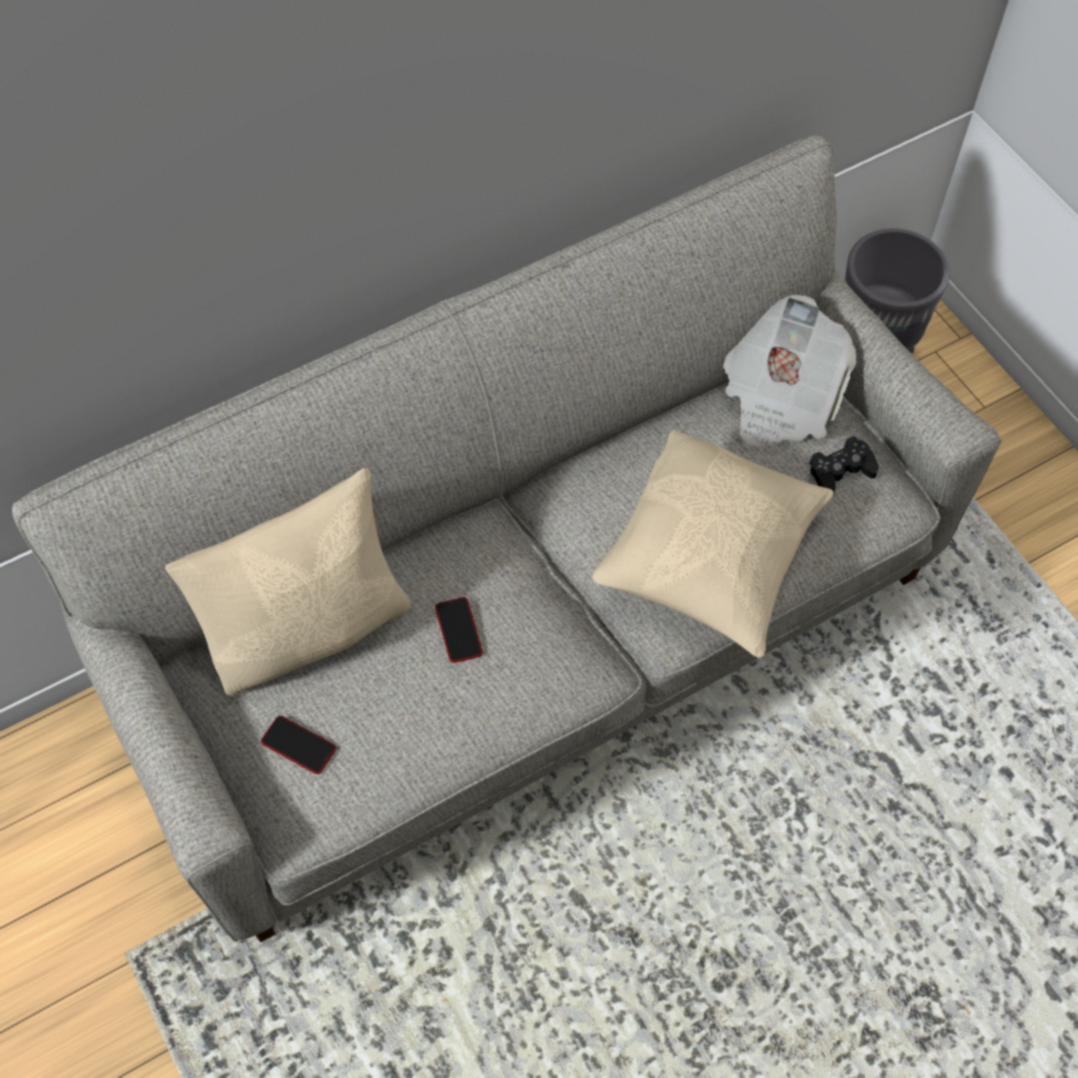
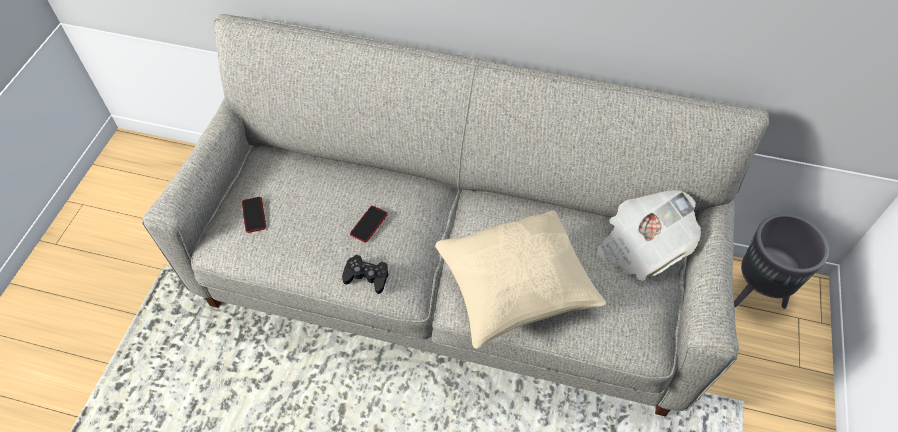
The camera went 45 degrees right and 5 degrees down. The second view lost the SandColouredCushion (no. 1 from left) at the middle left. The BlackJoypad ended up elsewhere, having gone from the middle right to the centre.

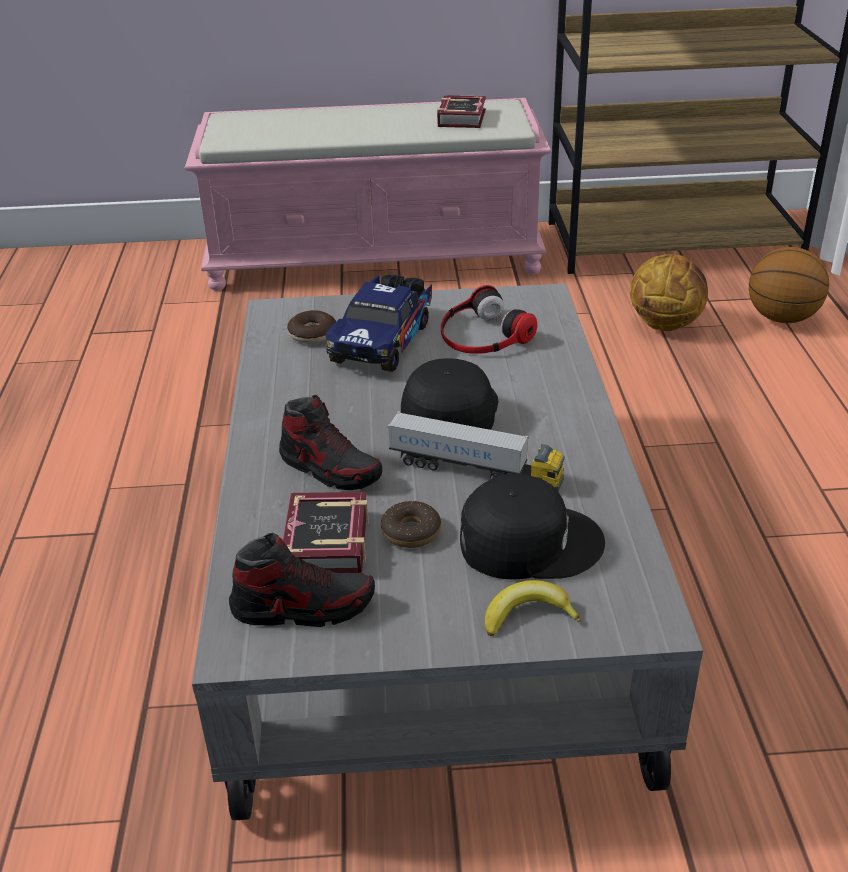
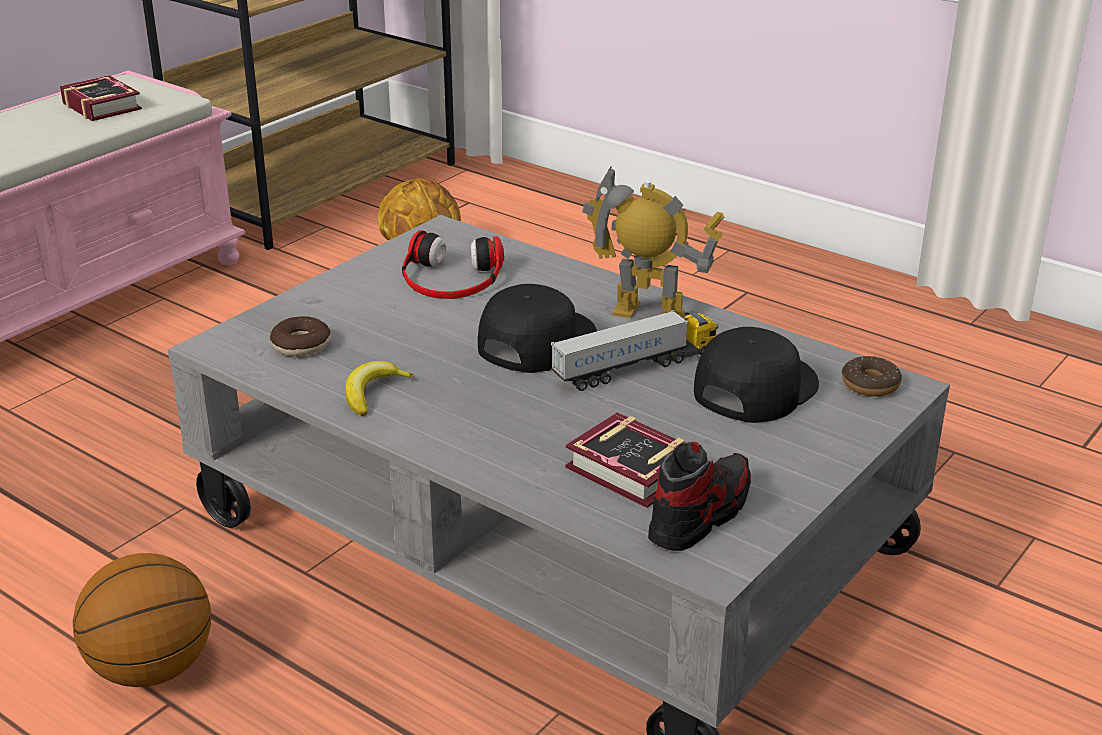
The camera went 50 degrees left and 5 degrees down. The second view lost the Shoe (no. 2 from left) at the centre. The second view lost the ToyTruck (no. 1 from left) at the centre. The second view gained the RobotFigure at the top centre. The Doughnut (no. 2 from left) ended up elsewhere, having gone from the centre to the middle right. The WholeBanana ended up elsewhere, having gone from the bottom centre to the centre. The BallForBasketball (no. 2 from left in the first image) ended up elsewhere, having gone from the top right to the bottom left. The BlackPeakedCap (no. 1 from left) at the centre ended up facing another way, 75 degrees clockwise from before.

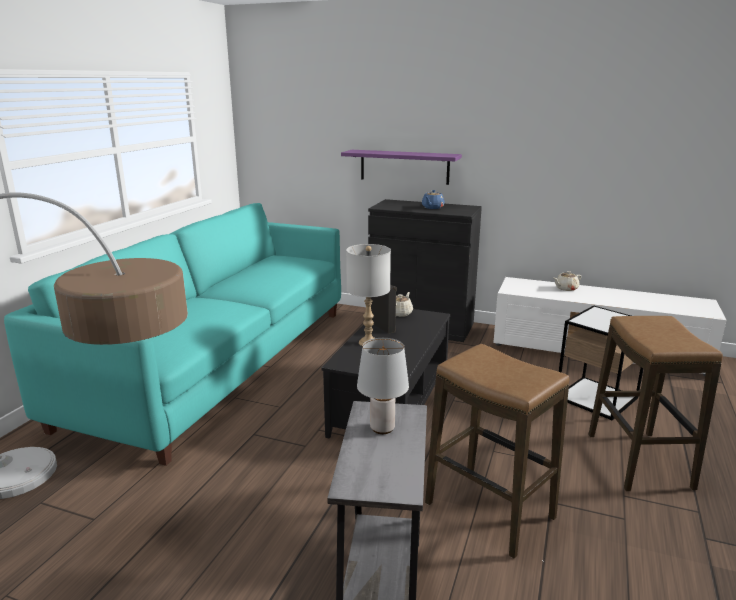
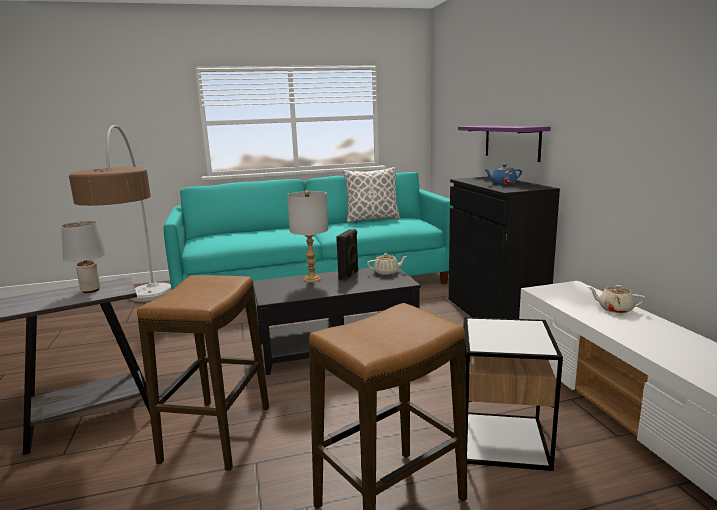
The camera went 55 degrees right and 5 degrees down. The second view gained the Cushion at the centre.

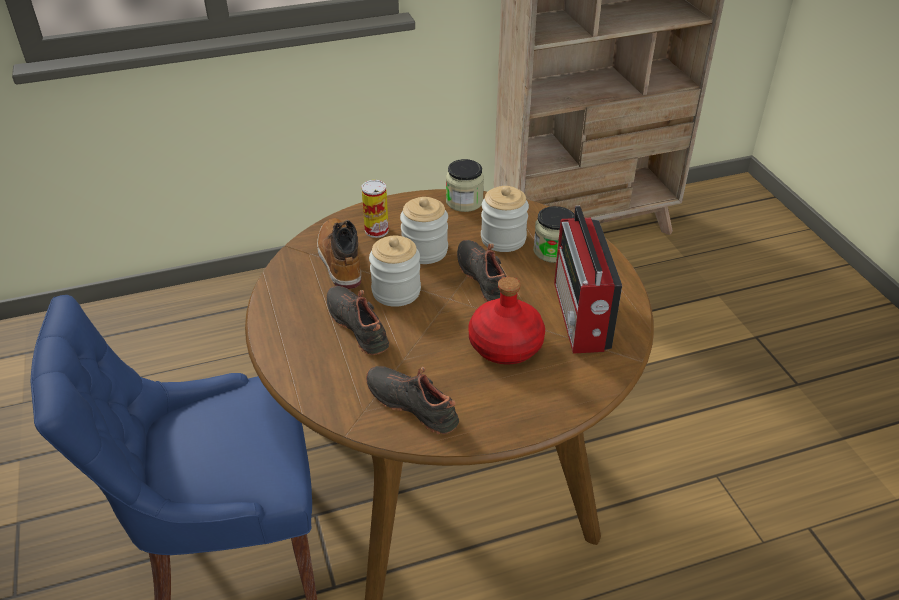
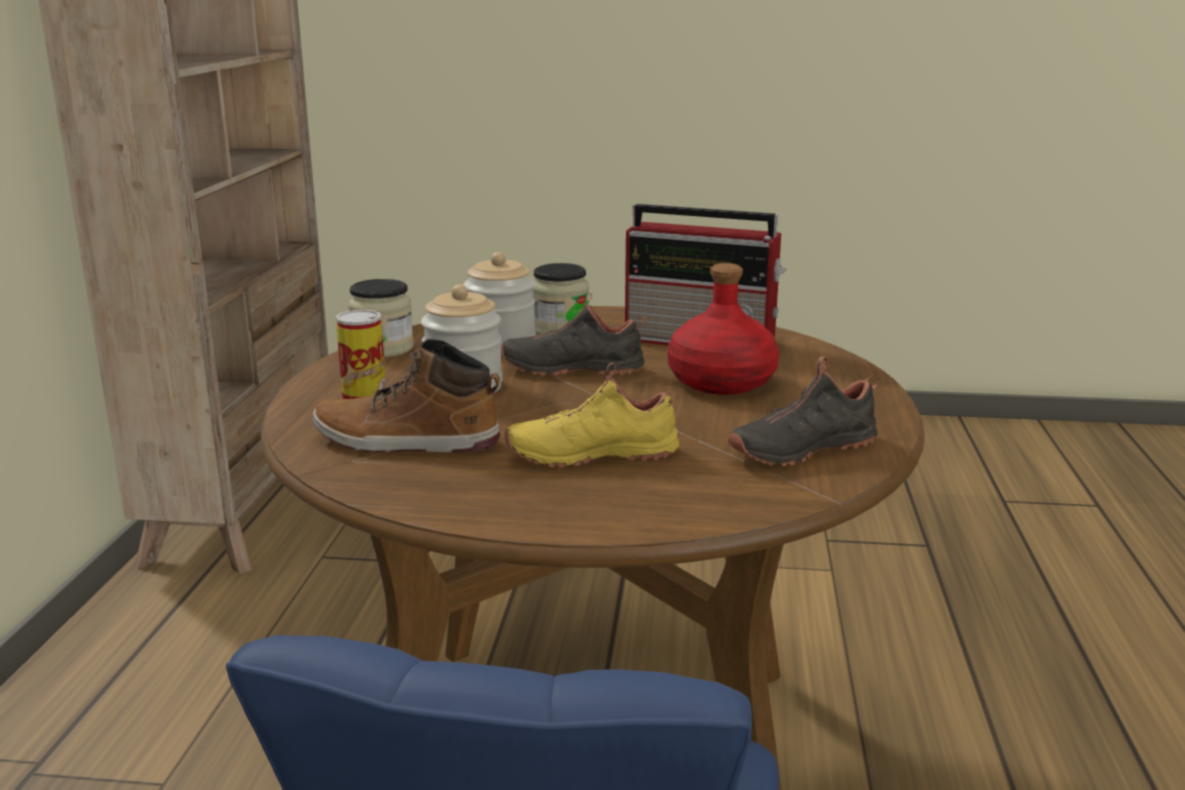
The camera went 65 degrees left and 20 degrees down. The second view lost the StorageJar (no. 1 from left) at the centre. What was the BlackShoe (no. 1 from left) at the centre turned into the YellowishShoe at the centre.

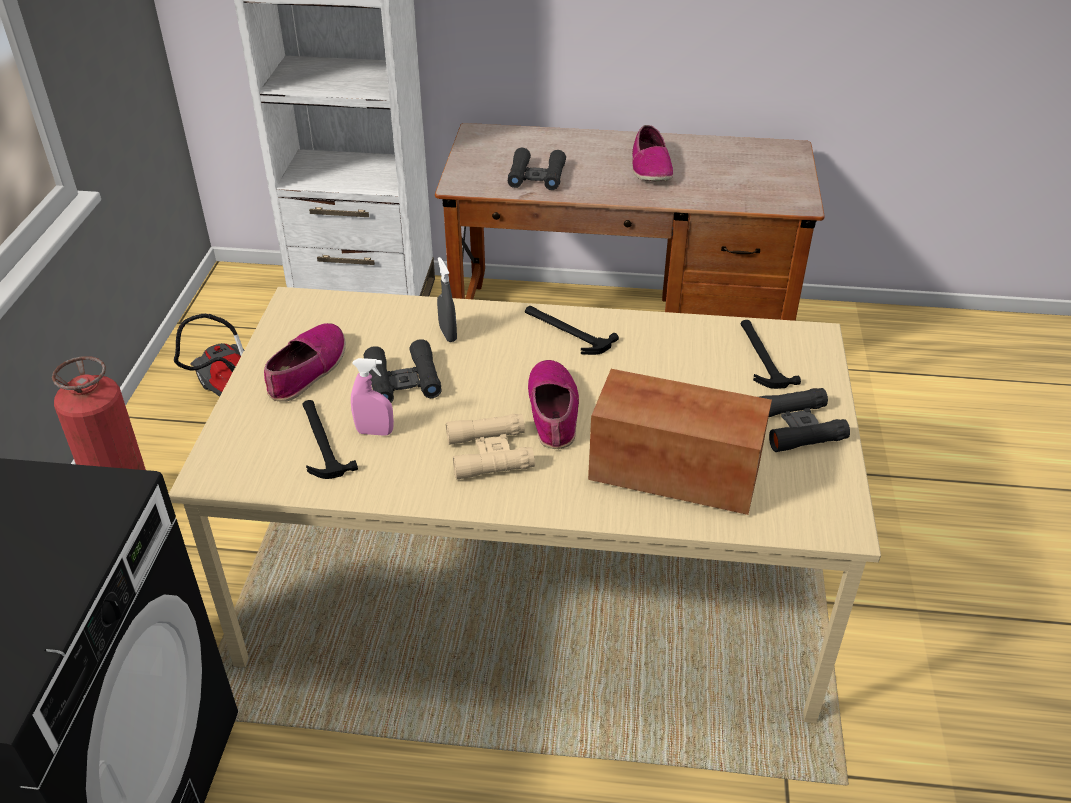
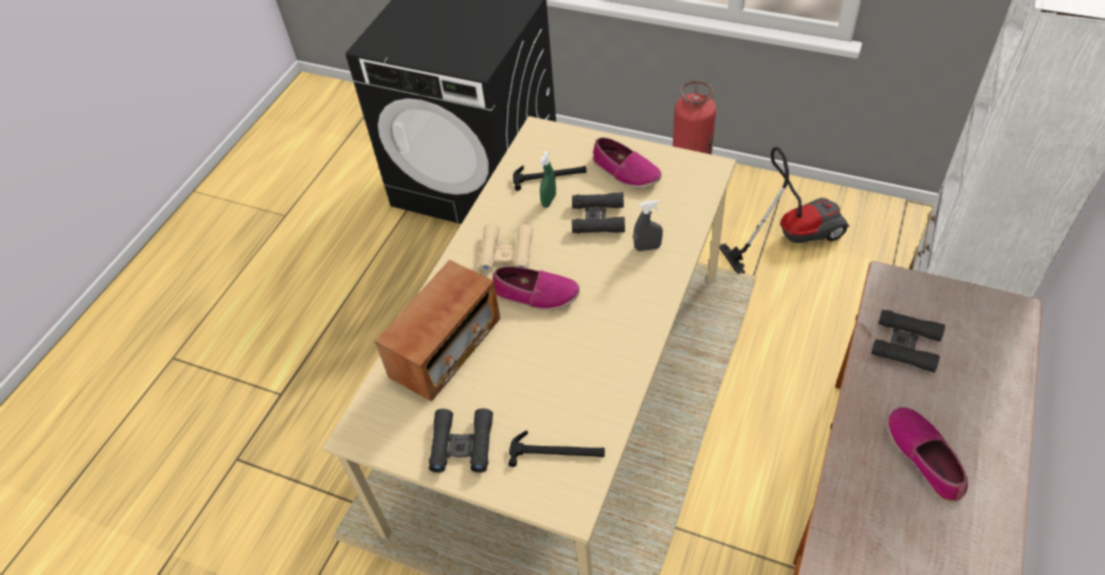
The camera went 110 degrees right and 10 degrees up. The second view lost the HandHammer (no. 2 from left) at the centre. What was the PinkSprayer at the centre turned into the GreenSprayer at the top centre. The Shoe (no. 3 from left) at the top centre ended up facing another way, 60 degrees clockwise from before.

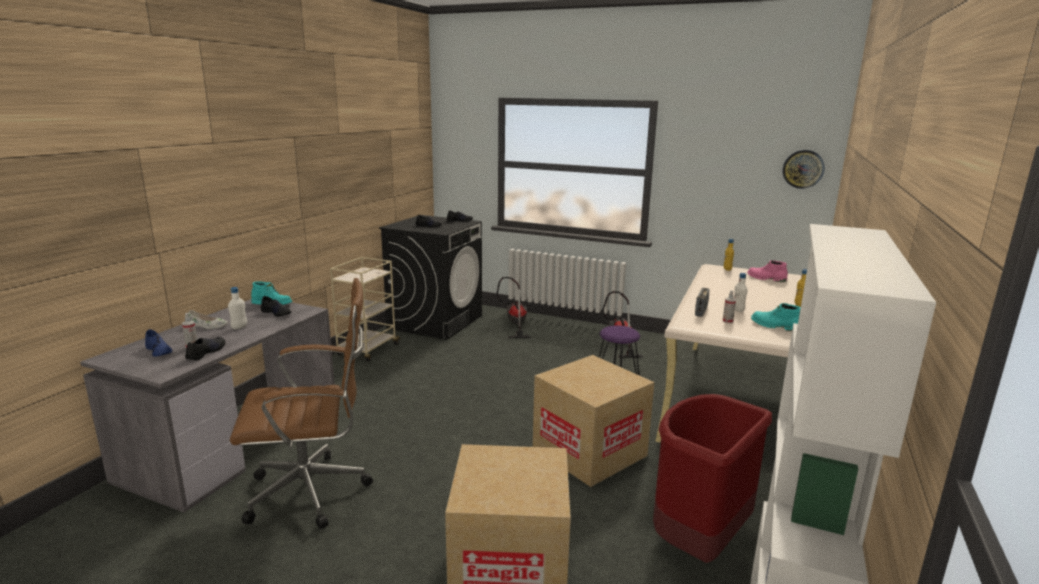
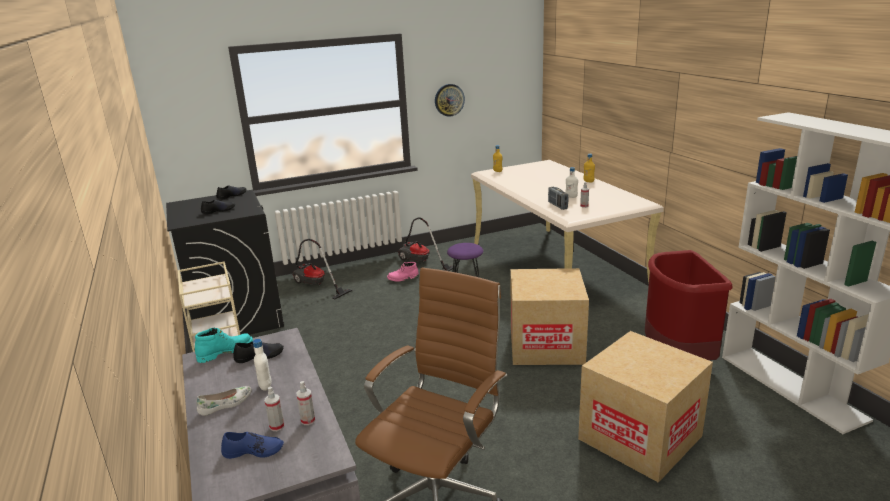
The camera went 45 degrees left and 5 degrees up. The second view lost the TurquoiseHighTopBoot (no. 2 from left) at the middle right. The PinkHighTopBoot ended up elsewhere, having gone from the middle right to the centre. The HangingClock ended up elsewhere, having gone from the top right to the top centre. Where the BlackShoe (no. 1 from left) stood at the middle left, the Sprayer (no. 2 from left) came to stand at the bottom centre.

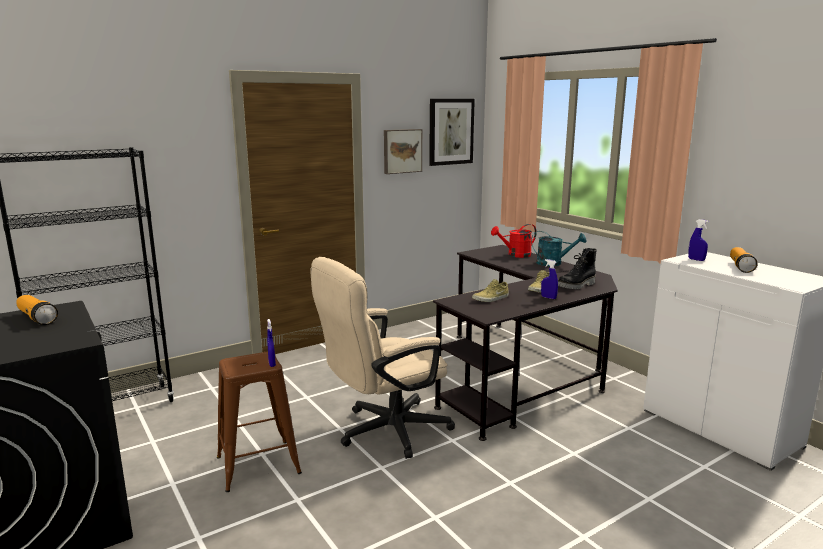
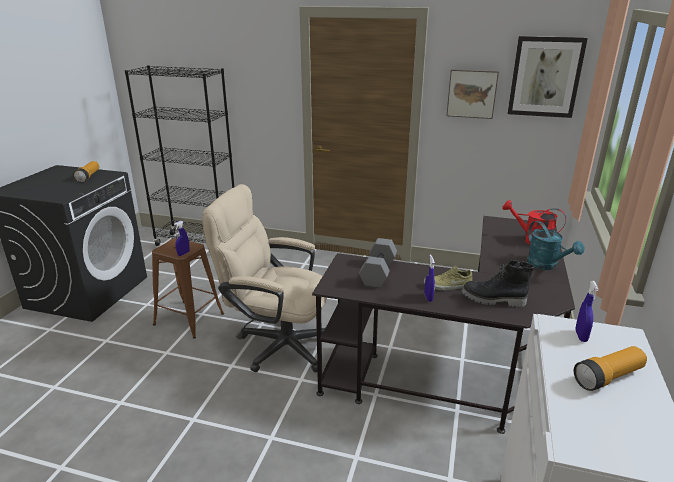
The camera went 50 degrees right and 10 degrees up. Where the SandColouredShoe (no. 1 from left) stood at the centre, the GrayDumbbell came to stand at the centre.

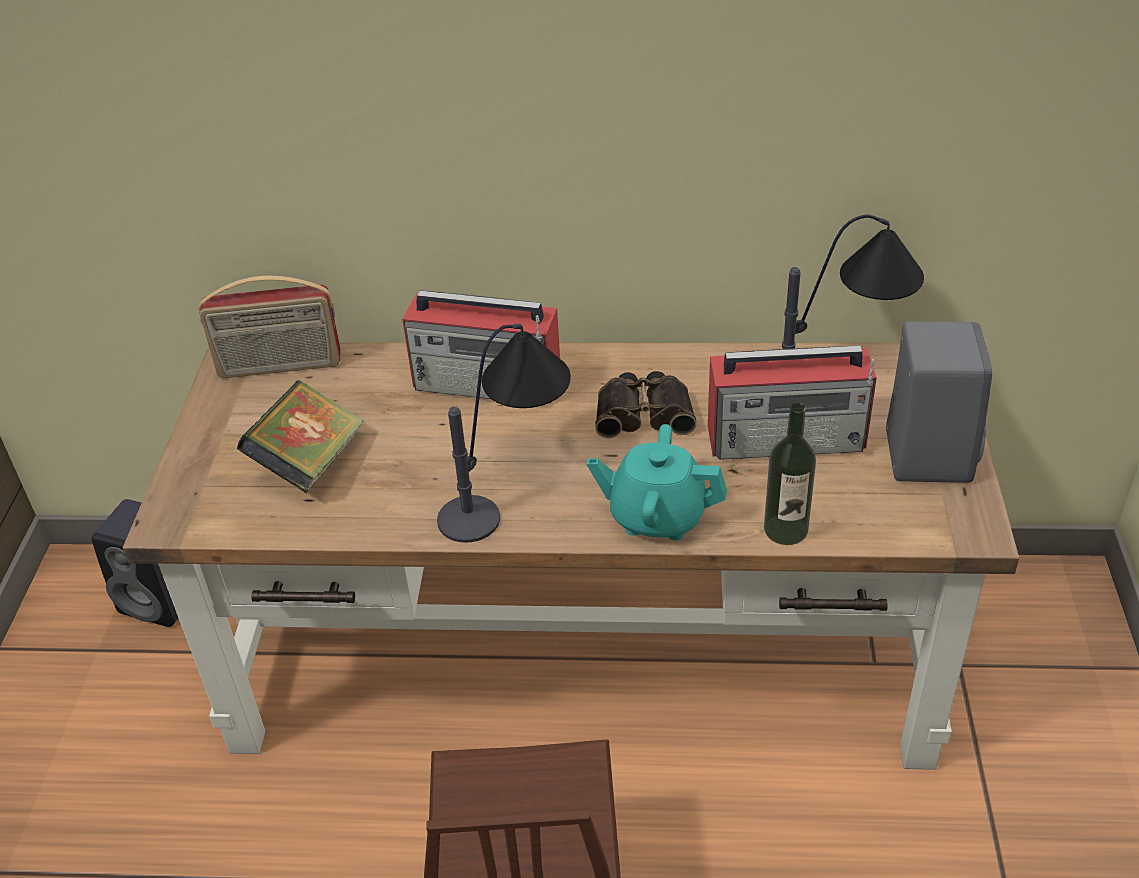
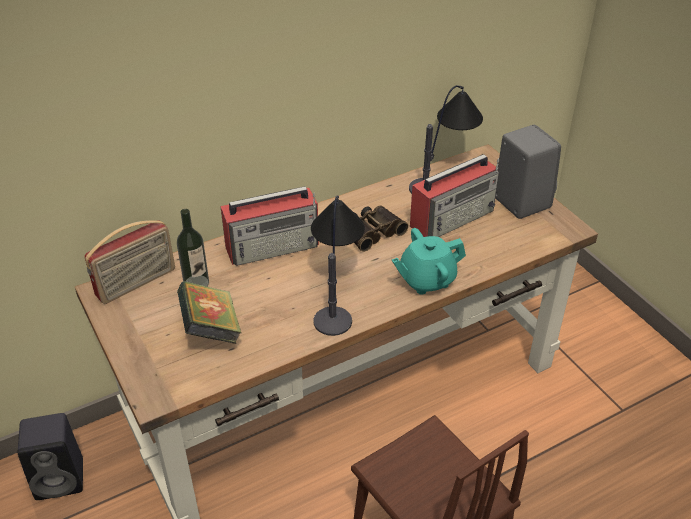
The camera went 35 degrees left and 0 degrees up. The BeverageBottle ended up elsewhere, having gone from the middle right to the middle left.

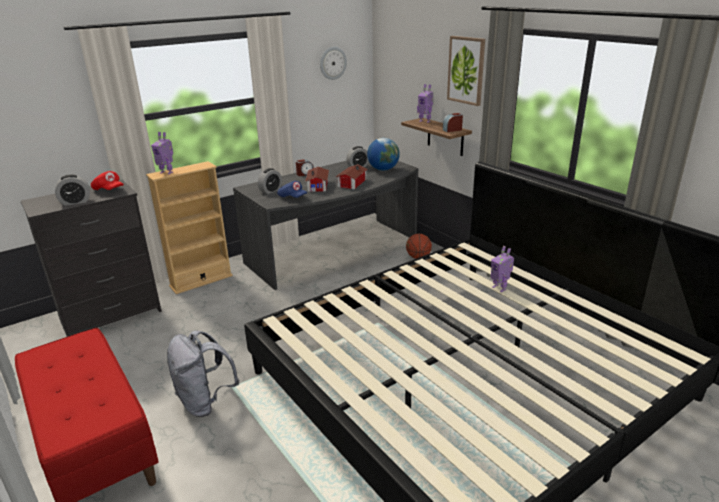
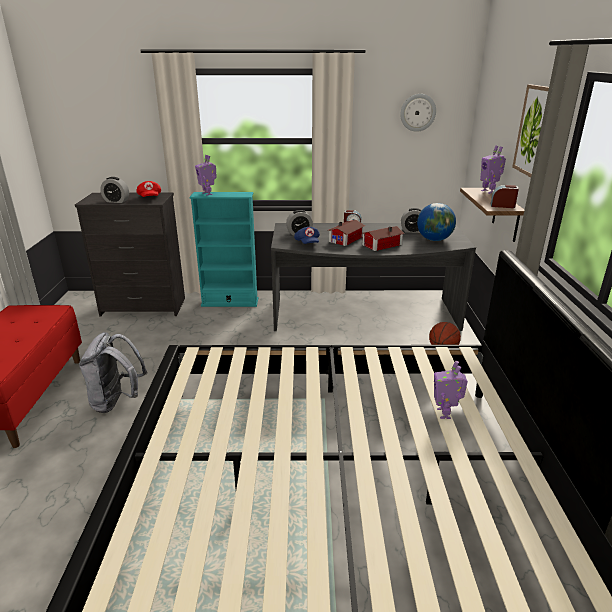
The camera went 35 degrees right and 0 degrees up. What was the SandColouredShelvingUnit at the middle left turned into the TurquoiseShelvingUnit at the centre.

